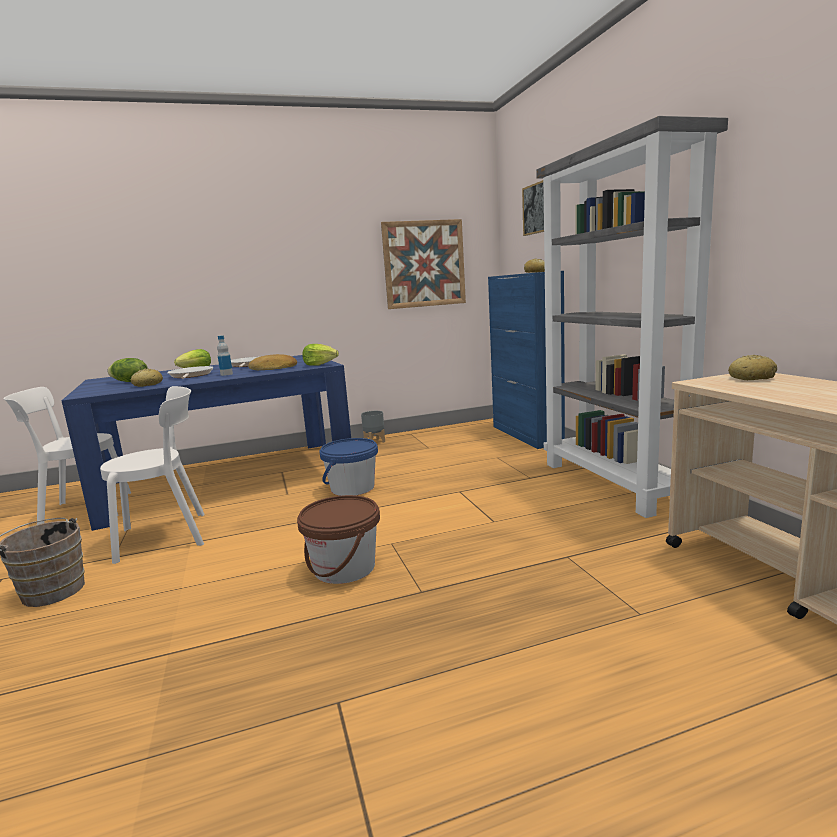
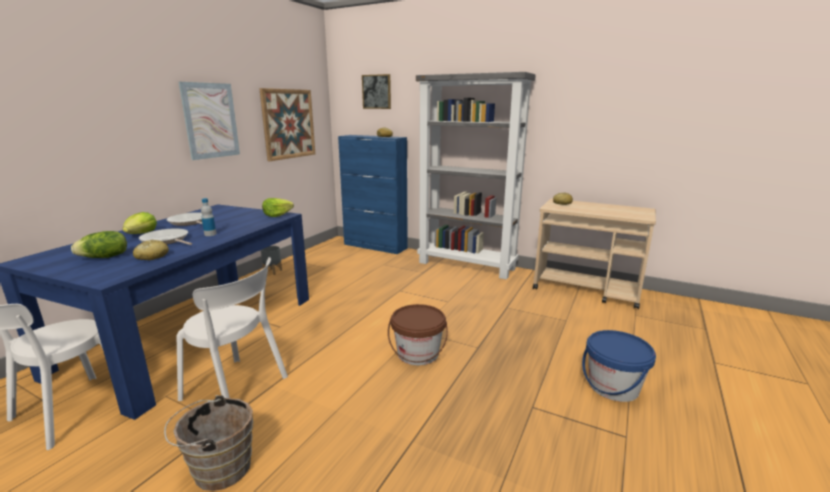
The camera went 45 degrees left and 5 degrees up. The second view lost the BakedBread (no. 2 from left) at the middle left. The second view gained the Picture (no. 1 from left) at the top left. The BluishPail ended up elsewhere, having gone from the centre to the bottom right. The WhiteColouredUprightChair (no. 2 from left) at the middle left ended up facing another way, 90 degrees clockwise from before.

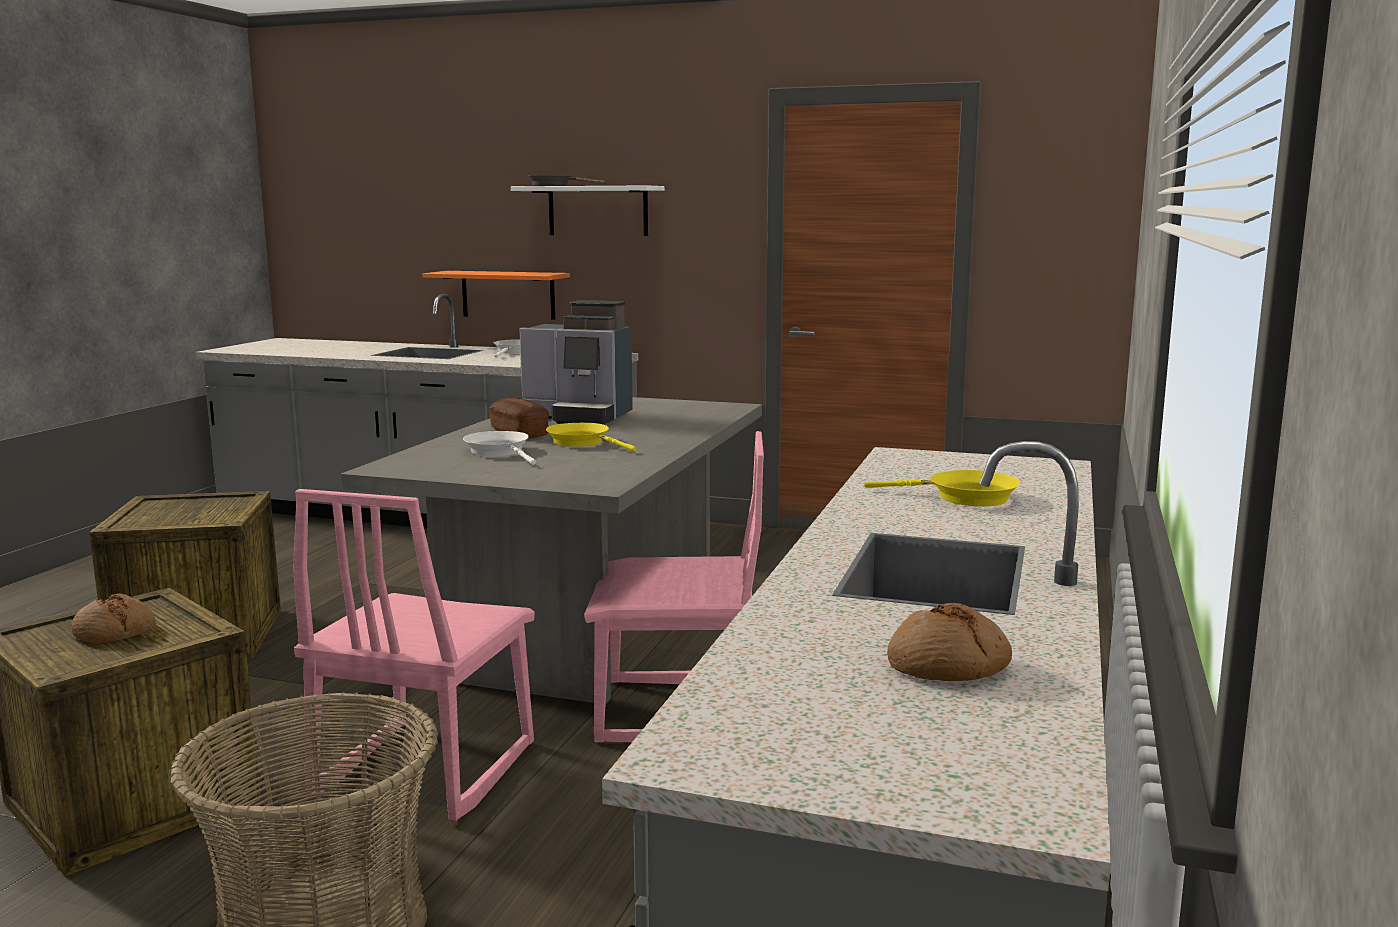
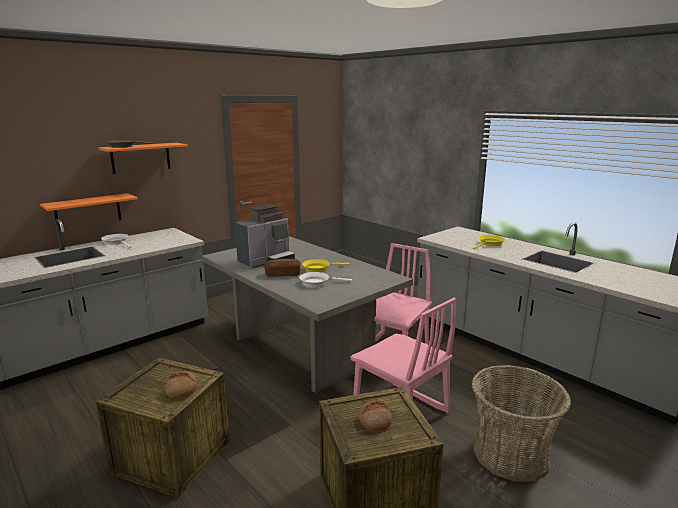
The camera went 60 degrees left and 5 degrees up. The BakedBread (no. 3 from left in the first image) ended up elsewhere, having gone from the bottom right to the bottom left. What was the WhiteColouredBracketShelf at the top centre turned into the OrangeyBracketShelf (no. 2 from left) at the top left.

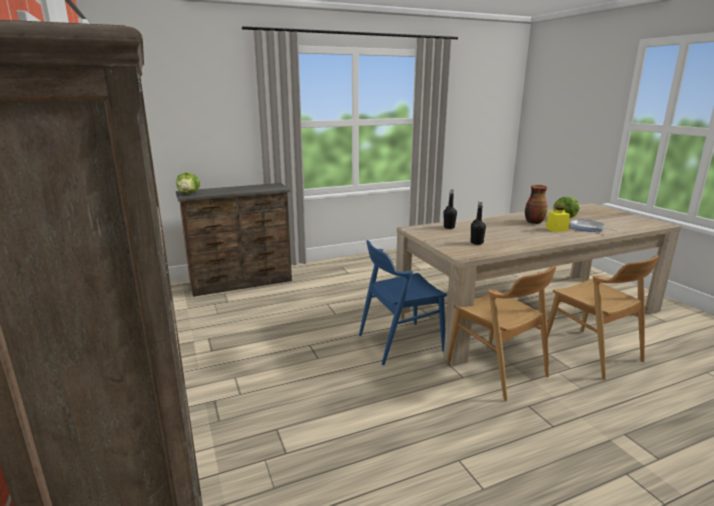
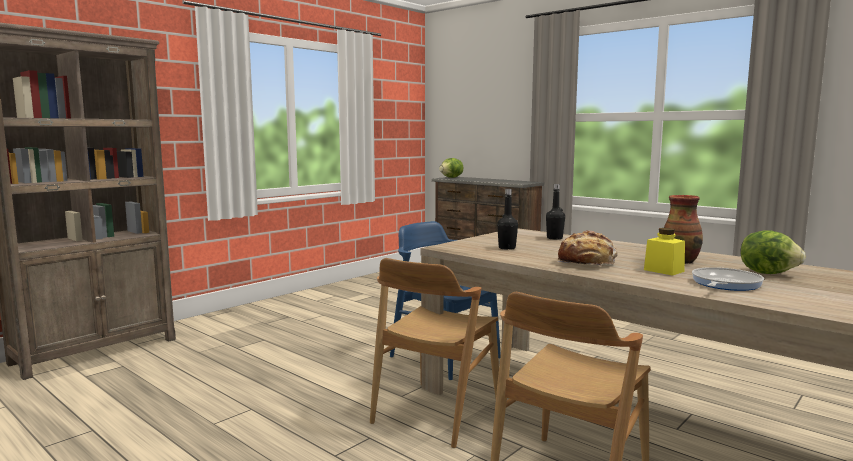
The camera went 65 degrees right and 10 degrees down. The second view gained the BakedBread at the middle right.

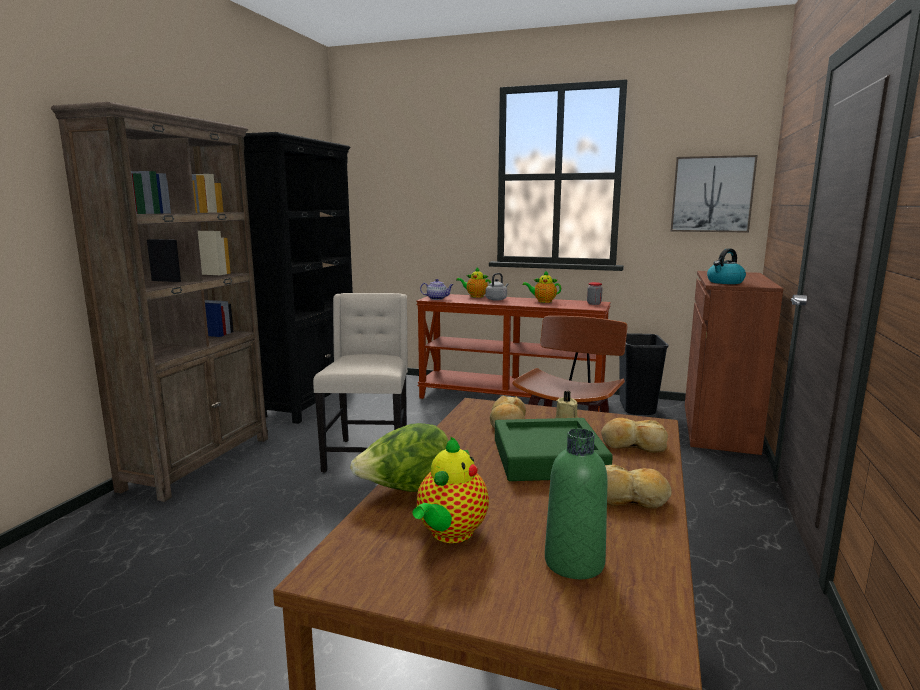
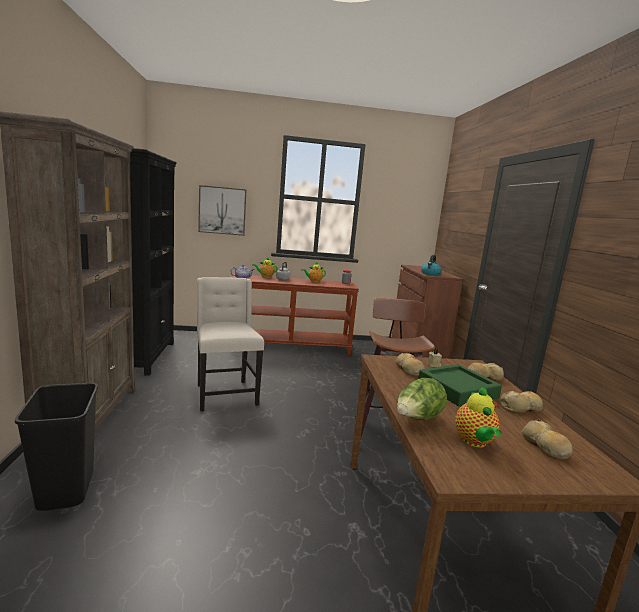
The camera went 25 degrees left and 0 degrees up. The BlackTrashCan ended up elsewhere, having gone from the middle right to the bottom left. The Picture ended up elsewhere, having gone from the top right to the centre. Where the GreenBeverageBottle stood at the bottom centre, the BakedBread (no. 4 from left) came to stand at the bottom right.

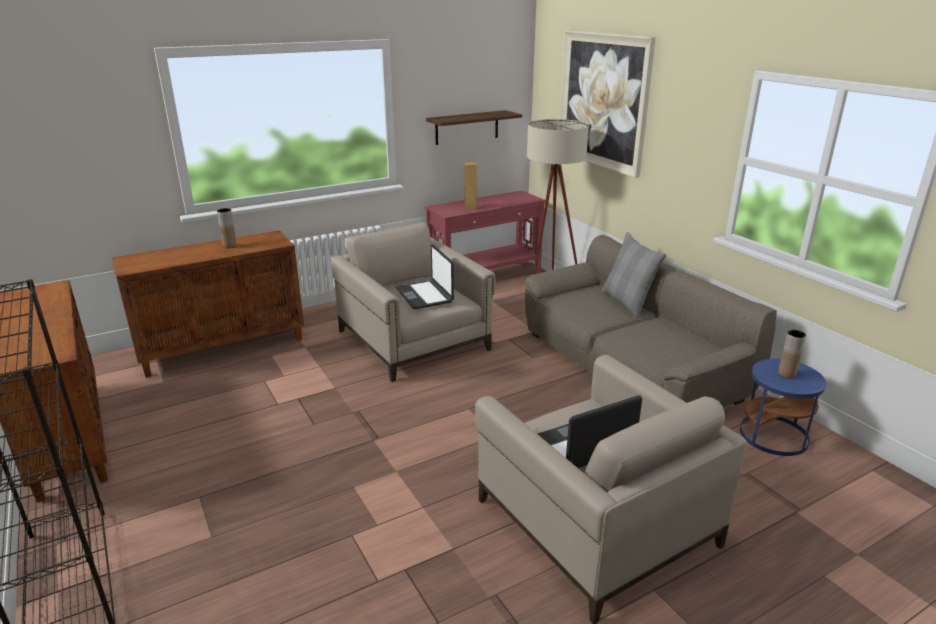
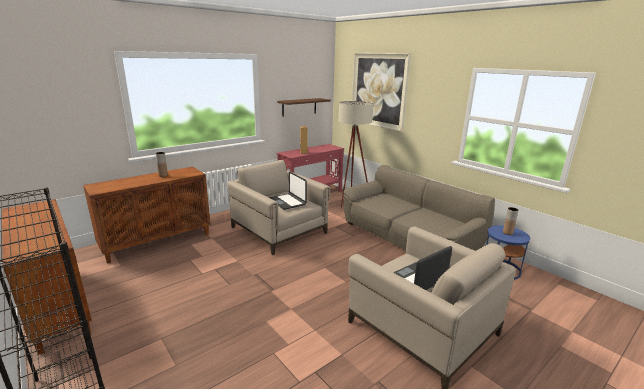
The camera went 10 degrees left and 5 degrees down. The second view lost the GrayCushion at the middle right.

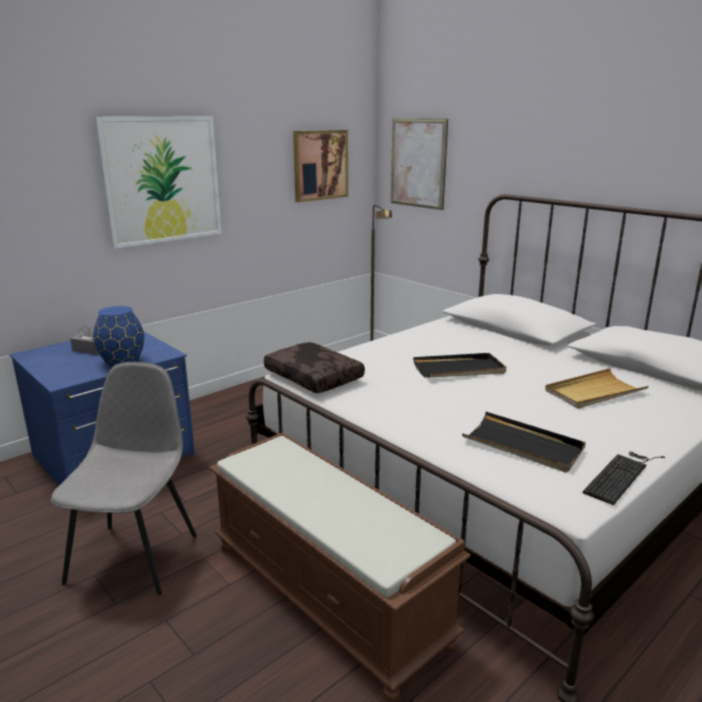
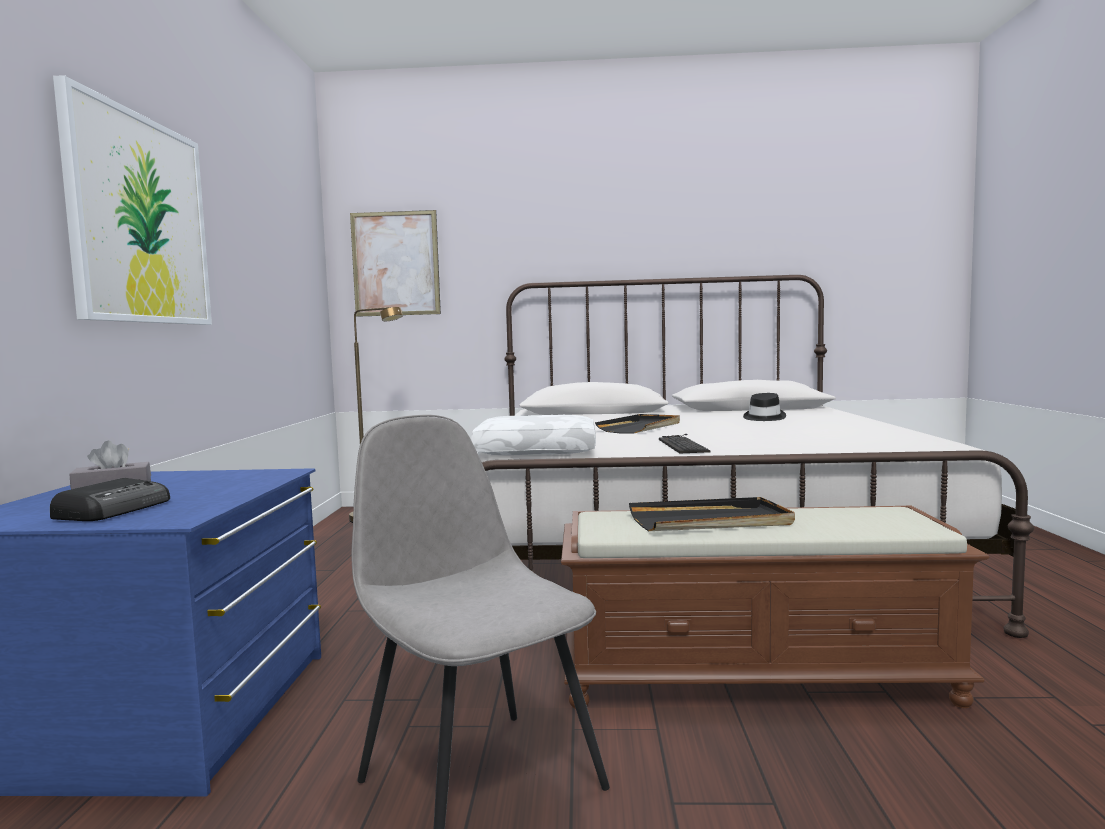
The camera went 45 degrees left and 15 degrees down. The second view lost the BluishFlowerVase at the middle left. The second view lost the Picture (no. 2 from left) at the top centre. The second view gained the RadioReceiver at the middle left. The BlackTray (no. 2 from left) ended up elsewhere, having gone from the middle right to the centre. The ComputerKeyboard ended up elsewhere, having gone from the bottom right to the centre. Where the SandColouredTray stood at the middle right, the BlackHat came to stand at the middle right. What was the BrownCushion at the centre turned into the WhiteColouredCushion at the centre.

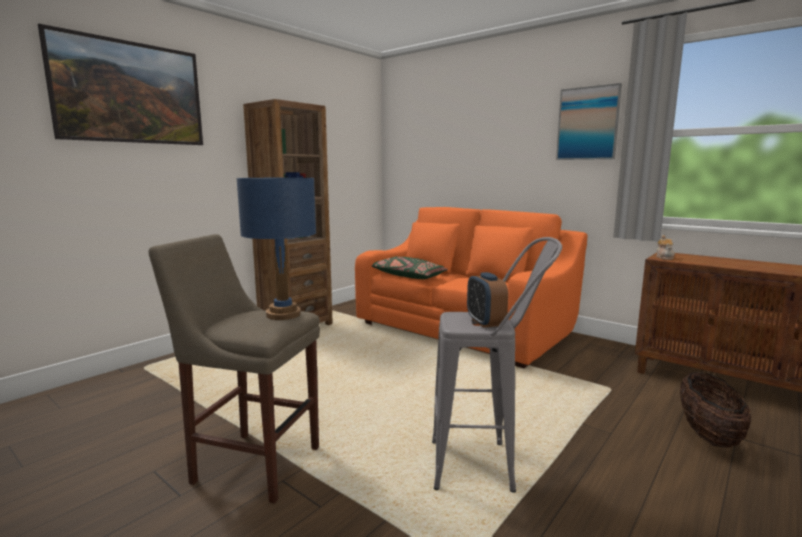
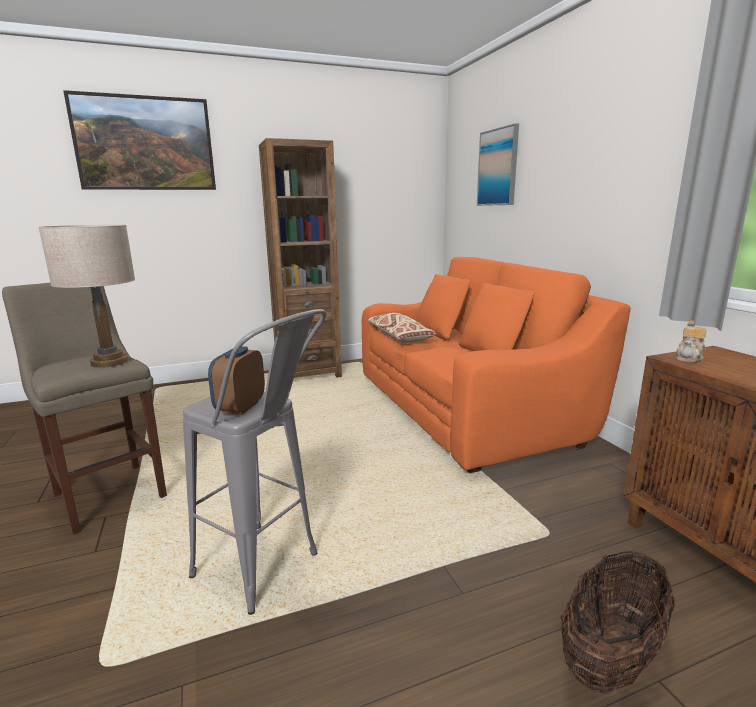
The camera went 30 degrees right and 5 degrees up. The Picture (no. 2 from left) ended up elsewhere, having gone from the top right to the top centre. What was the BluishTabletopLamp at the centre turned into the SandColouredTabletopLamp at the middle left. What was the GreenCushion at the centre turned into the SandColouredCushion at the centre.

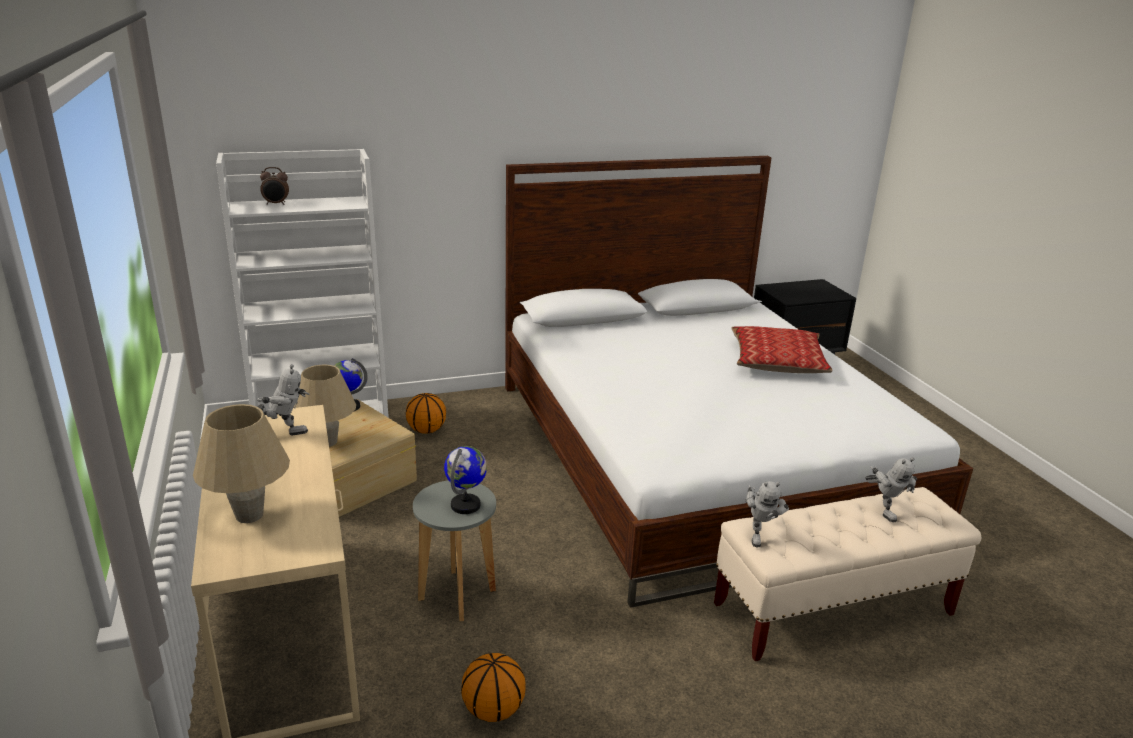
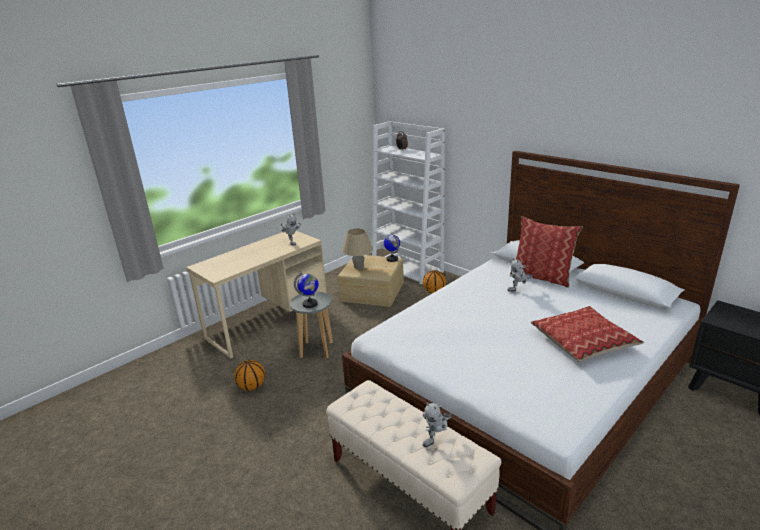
The camera went 65 degrees right and 0 degrees up. The second view lost the SandColouredTabletopLamp (no. 1 from left) at the middle left. The second view gained the Cushion (no. 1 from left) at the middle right. The RobotFigure (no. 2 from left in the first image) ended up elsewhere, having gone from the bottom right to the middle right.

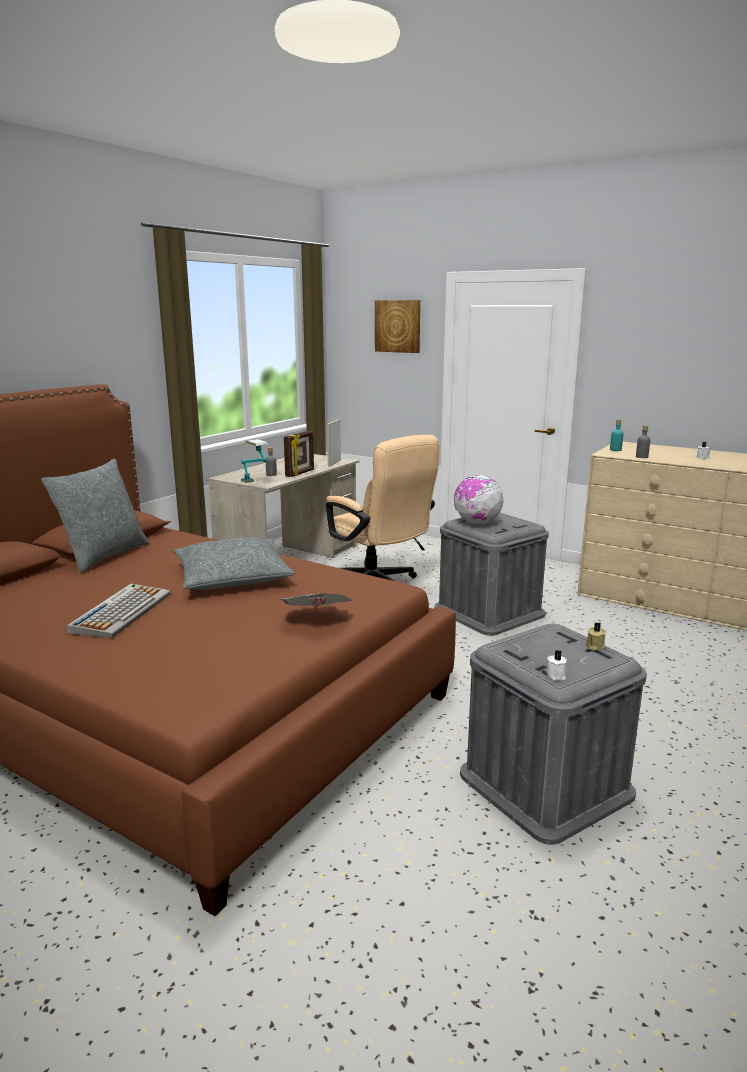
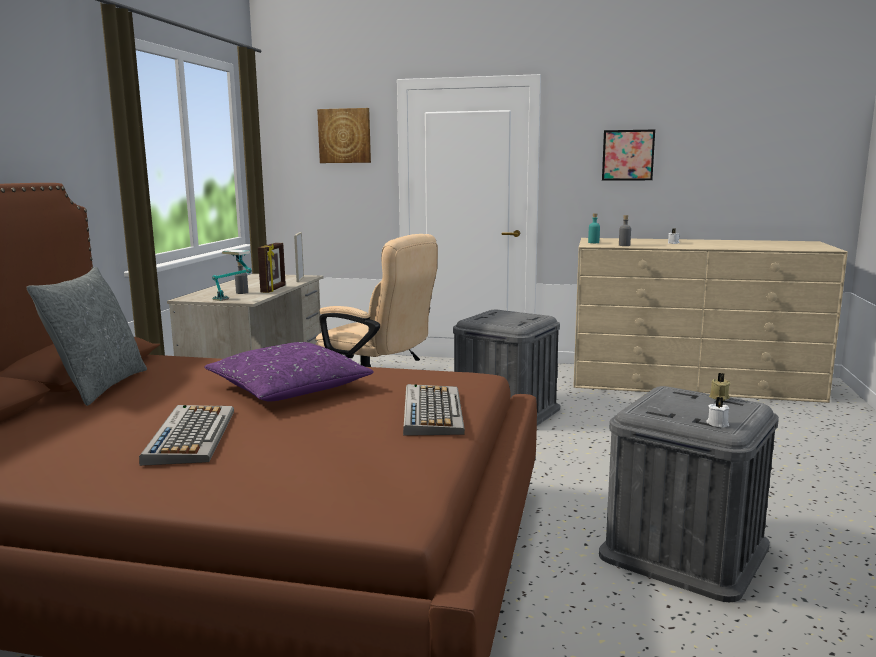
The camera went 20 degrees left and 5 degrees down. The second view lost the Globe at the centre. The second view gained the Picture (no. 2 from left) at the top right. Where the Newspaper stood at the centre, the ComputerKeyboard (no. 2 from left) came to stand at the centre. What was the GrayCushion (no. 2 from left) at the middle left turned into the PurpleColouredCushion at the middle left.

